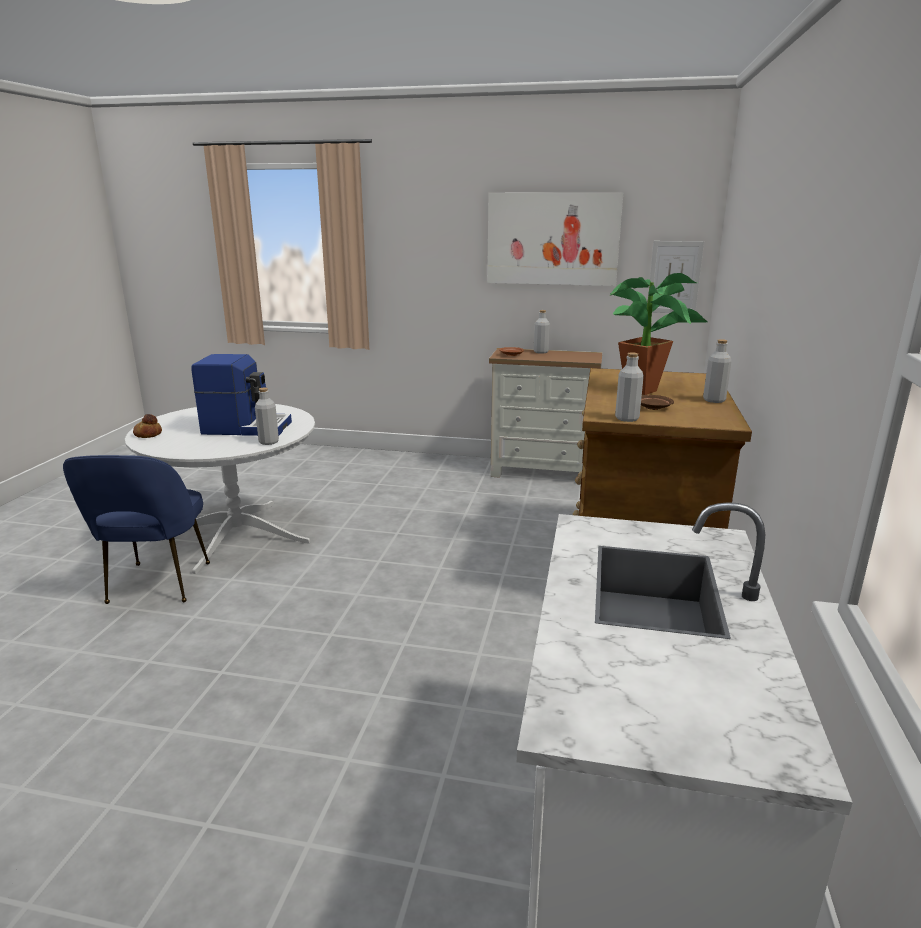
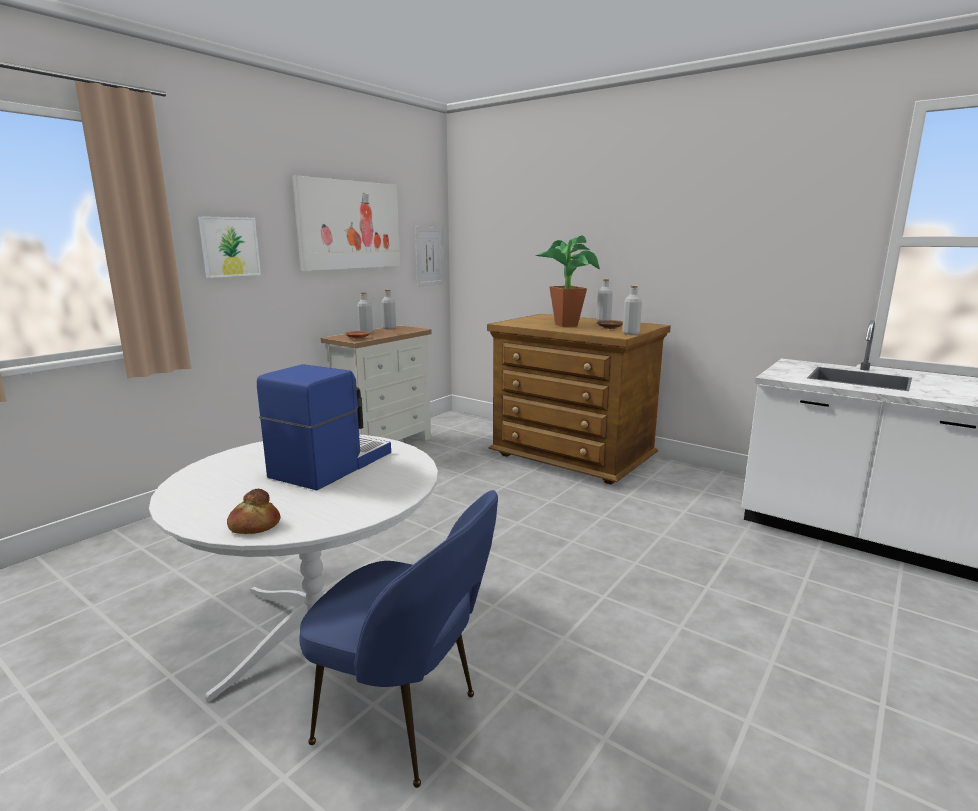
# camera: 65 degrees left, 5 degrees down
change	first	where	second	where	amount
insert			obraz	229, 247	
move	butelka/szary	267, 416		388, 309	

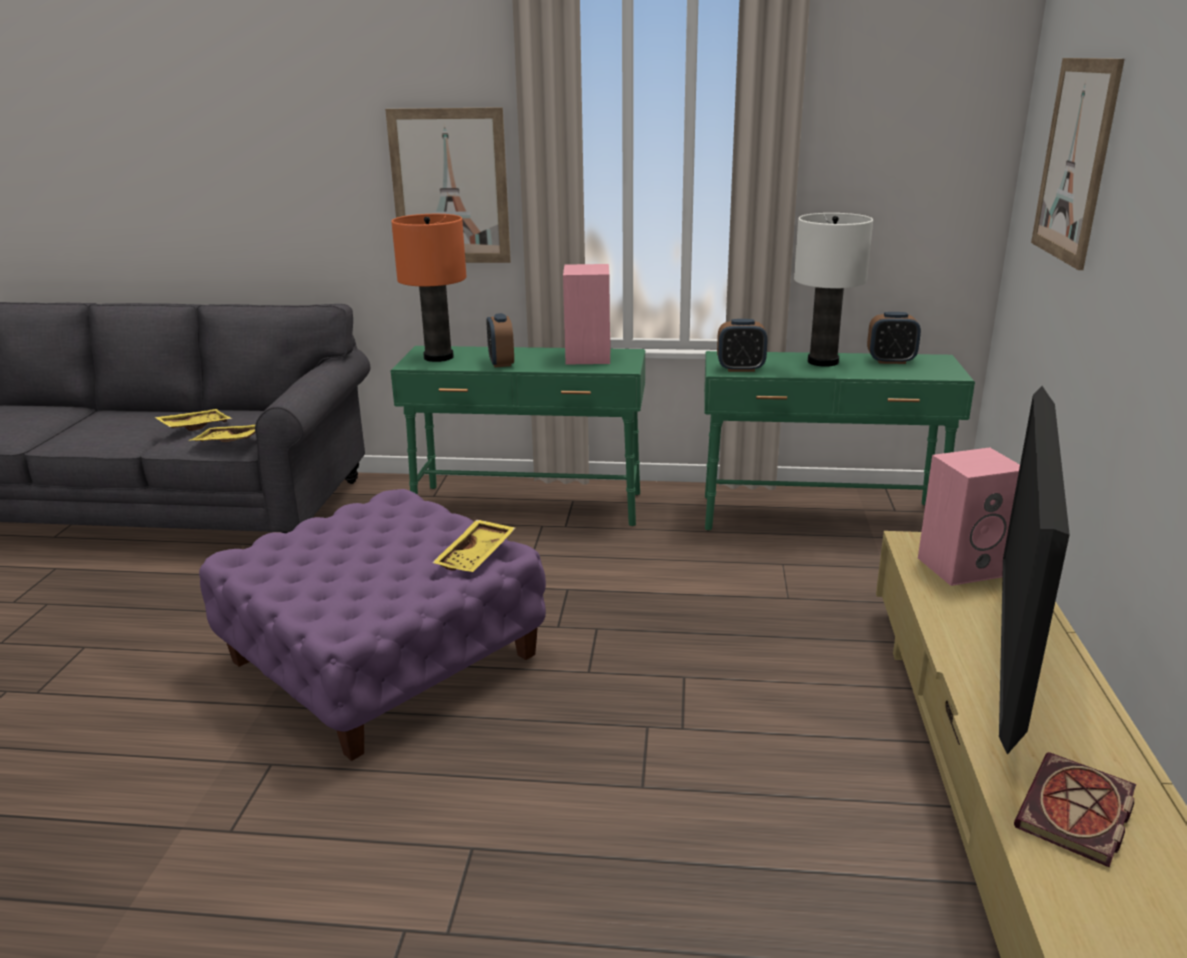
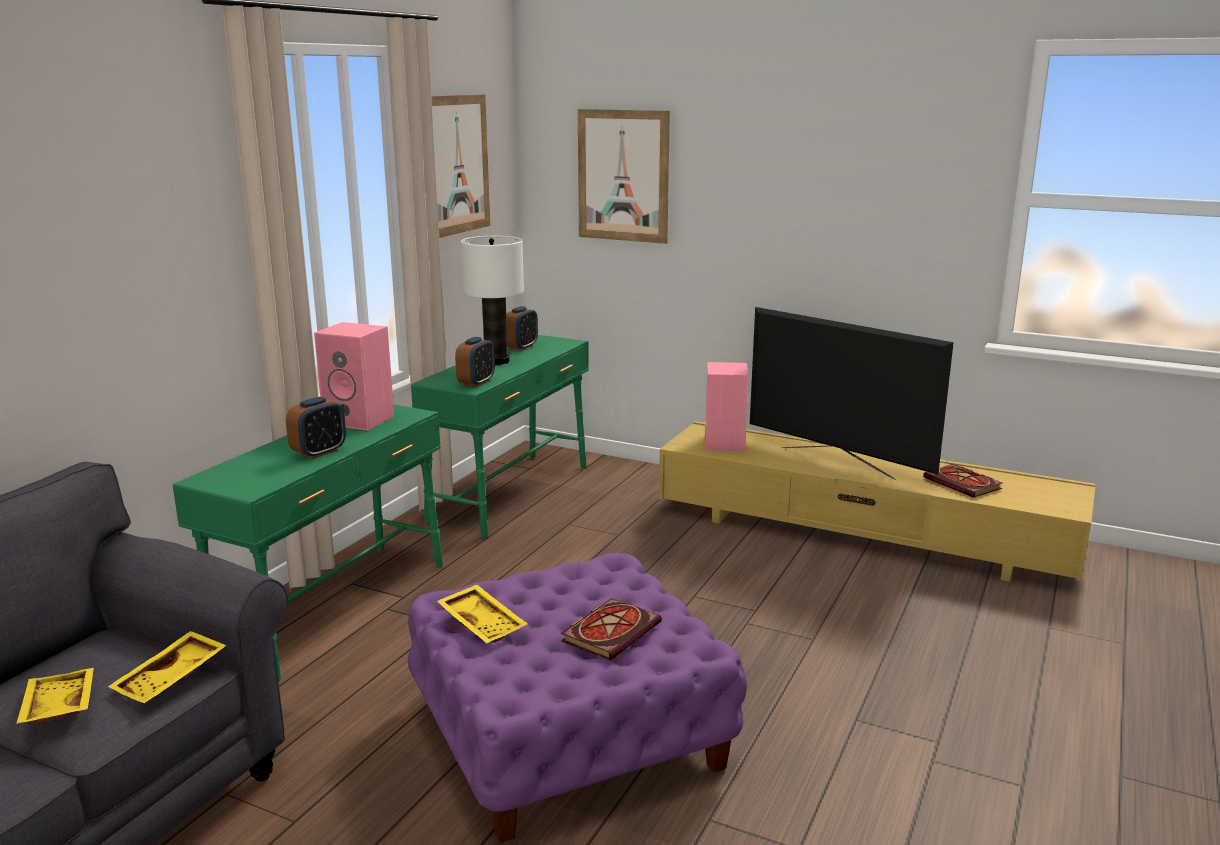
# camera: 70 degrees left, 5 degrees down
change	first	where	second	where	amount
delete	lampa stołowa/pomarańczowy	428, 288			
insert			książka	611, 629	
move	obraz	448, 185		461, 166	
move	taca/żółty	473, 546		482, 614	
rotate	budzik	500, 340		316, 428	60 degrees counterclockwise

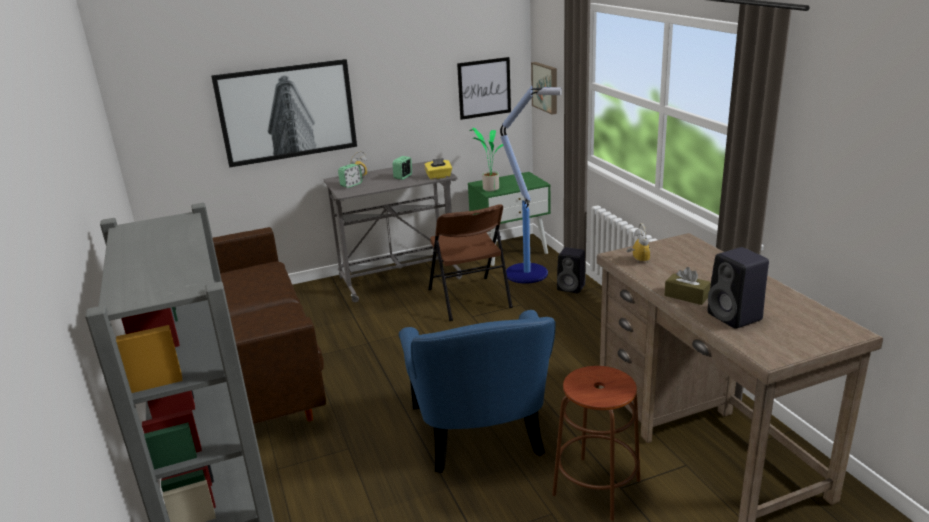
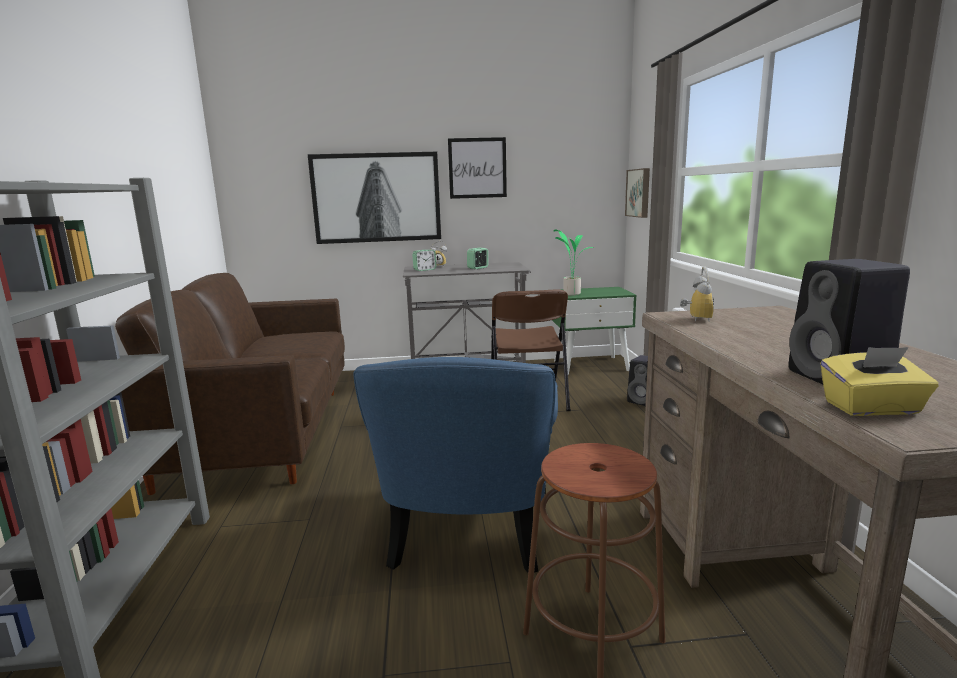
# camera: 15 degrees right, 10 degrees down
change	first	where	second	where	amount
delete	lampa stojąca	531, 185			
delete	pudełko chusteczek/brązowy	688, 286			
move	pudełko chusteczek/żółty	438, 169		879, 381	
move	obraz	484, 88		477, 168	

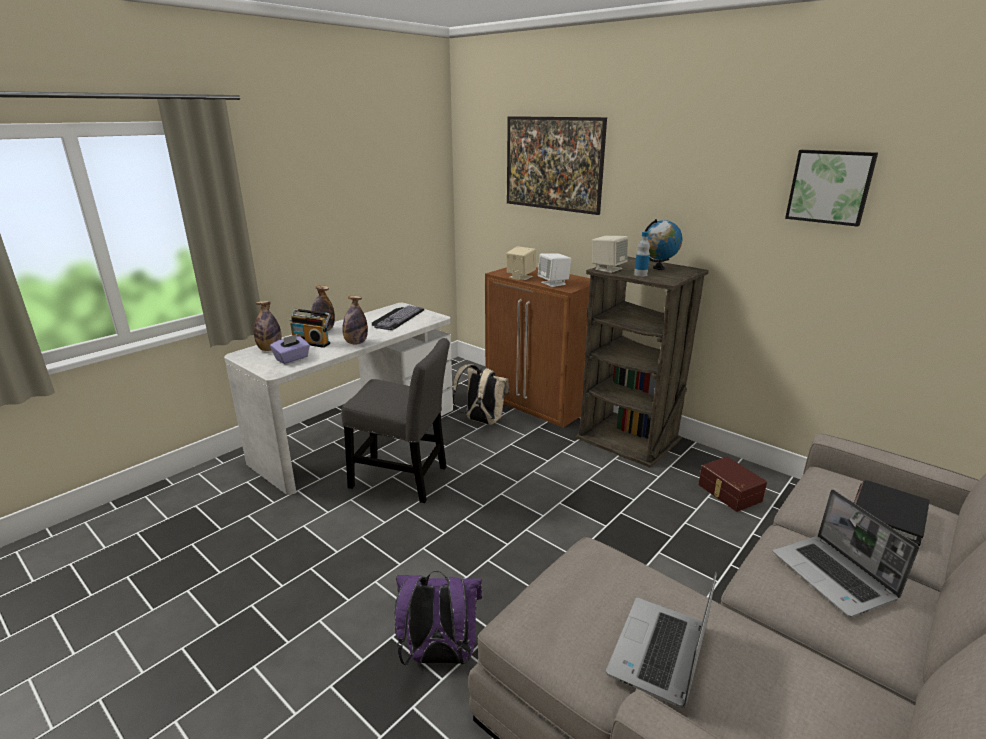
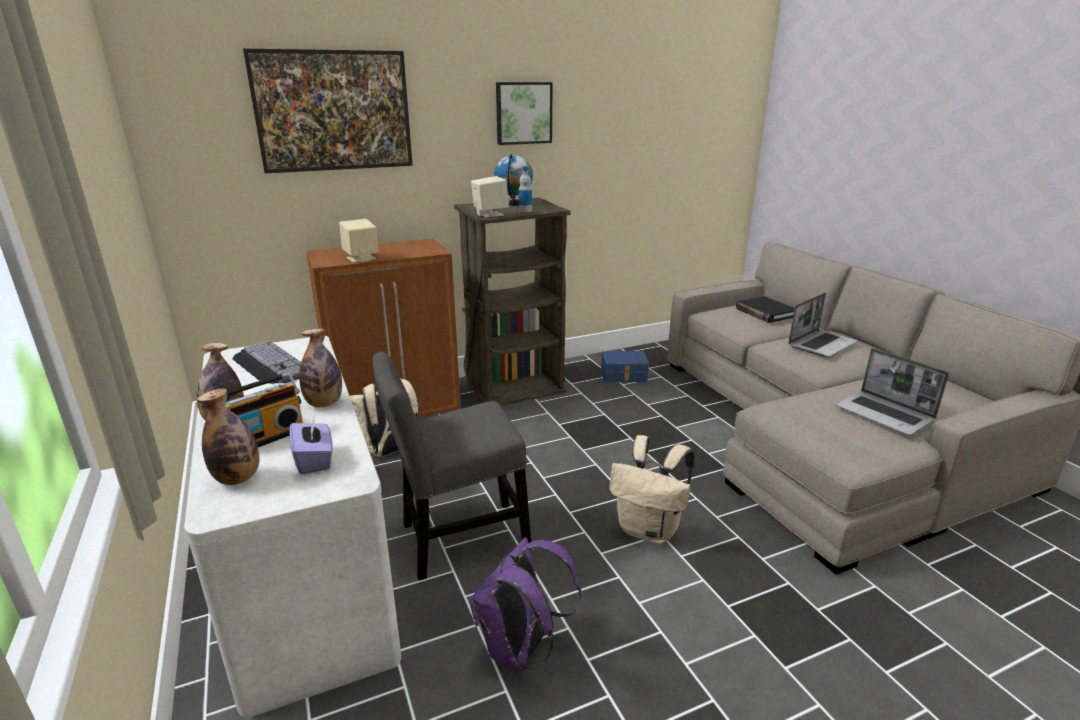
# camera: 65 degrees left, 0 degrees up
change	first	where	second	where	amount
delete	głośnik/biały	554, 270			
insert			plecak/beżowy	652, 489	
move	plecak/fioletowy	438, 618		525, 603	
move	obraz	831, 188		524, 113	
recolor	pojemnik do przechowywania/brązowy	732, 484	pojemnik do przechowywania/niebieski	625, 366	
rotate	krzesło/szary	395, 420		452, 466	150 degrees counterclockwise
rotate	laptop	846, 553		823, 325	45 degrees counterclockwise

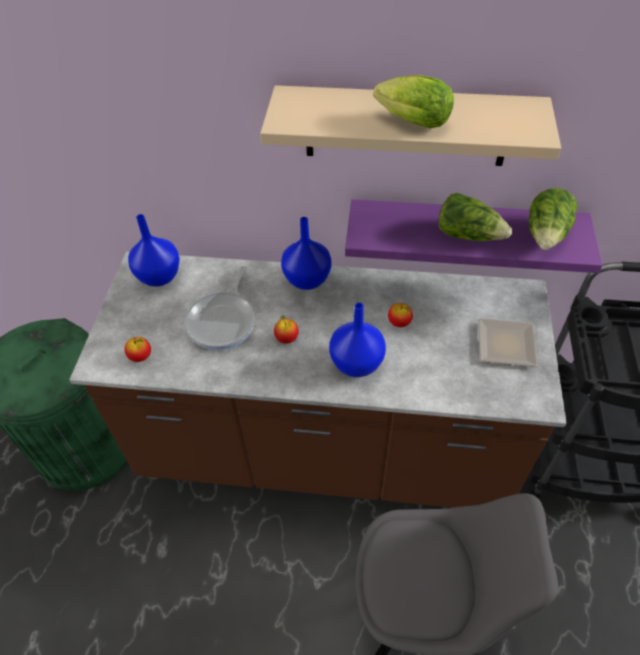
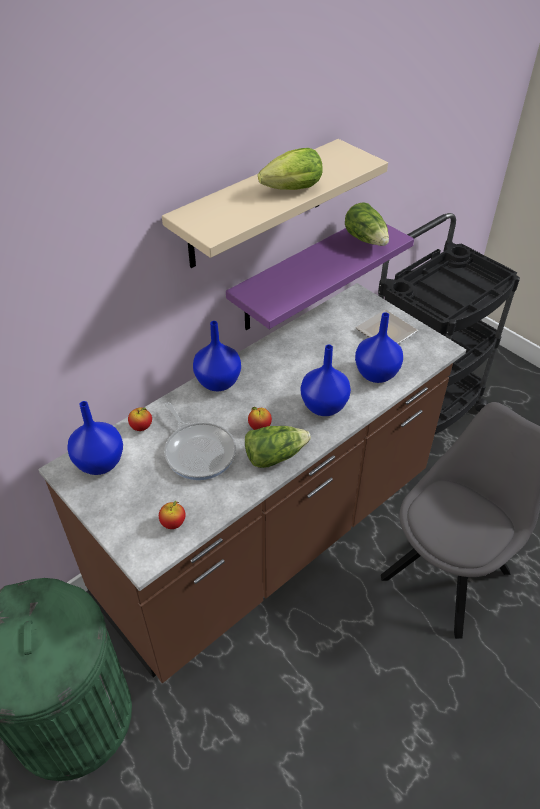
# camera: 50 degrees left, 5 degrees down
change	first	where	second	where	amount
insert			wazon/niebieski	379, 347	
move	jabłko	400, 315		140, 419	
move	sałata	475, 216		278, 447	

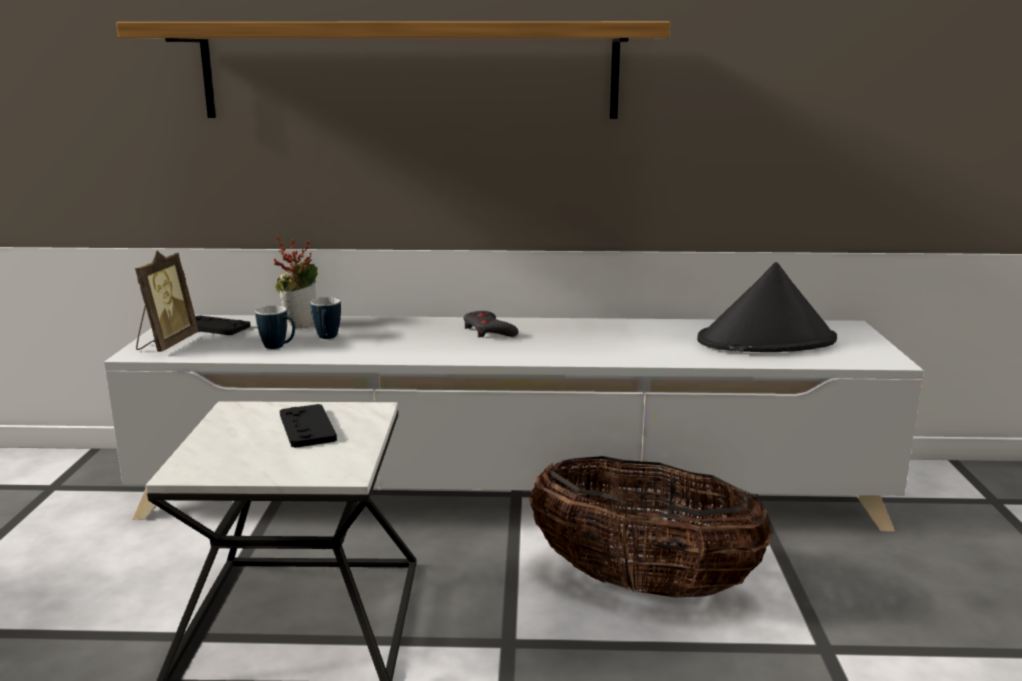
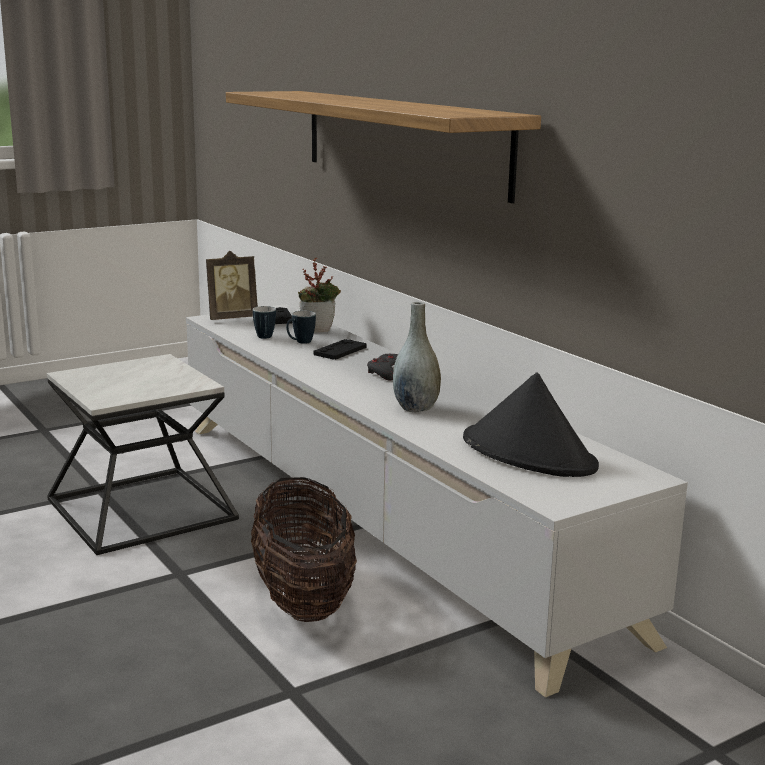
# camera: 55 degrees right, 0 degrees up
change	first	where	second	where	amount
insert			wazon/szary	417, 357	
move	pad do gier/czarny	308, 426		340, 349	

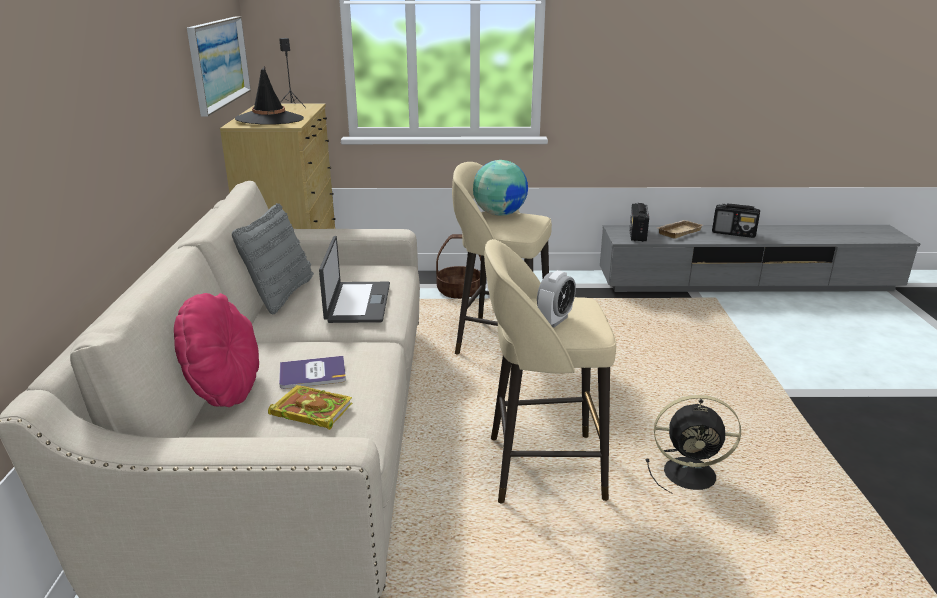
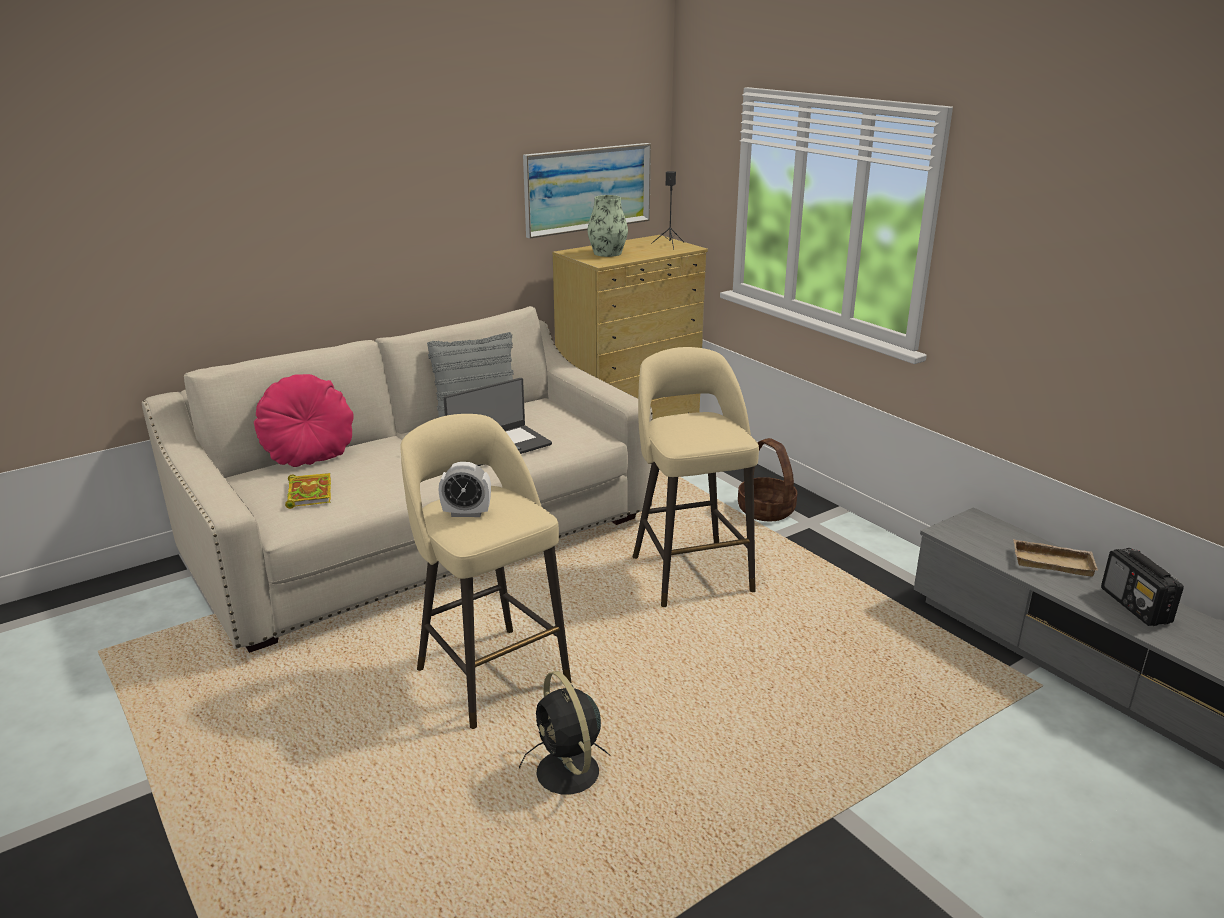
# camera: 55 degrees right, 0 degrees up
change	first	where	second	where	amount
delete	książka	312, 372			
delete	globus	500, 188			
delete	radio	639, 222			
replace	kapelusz/czarny	269, 95	wazon	607, 226	

